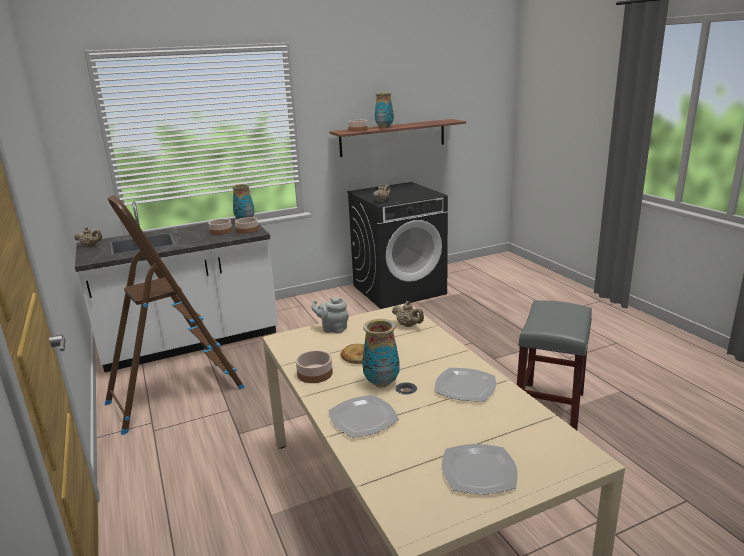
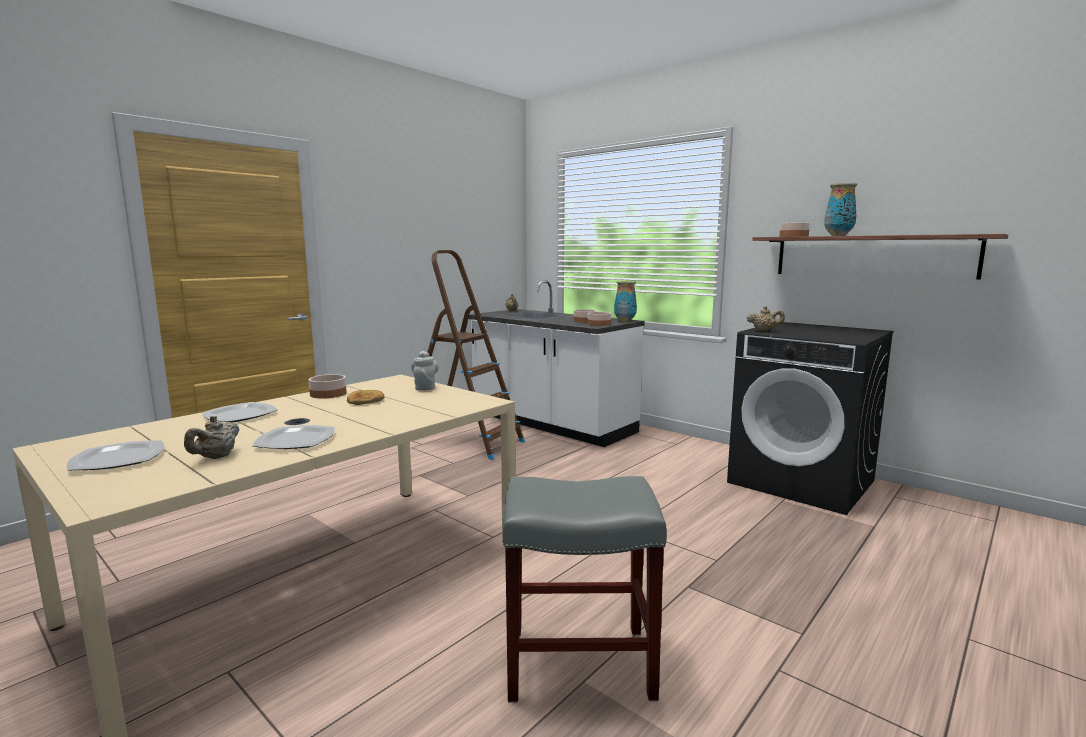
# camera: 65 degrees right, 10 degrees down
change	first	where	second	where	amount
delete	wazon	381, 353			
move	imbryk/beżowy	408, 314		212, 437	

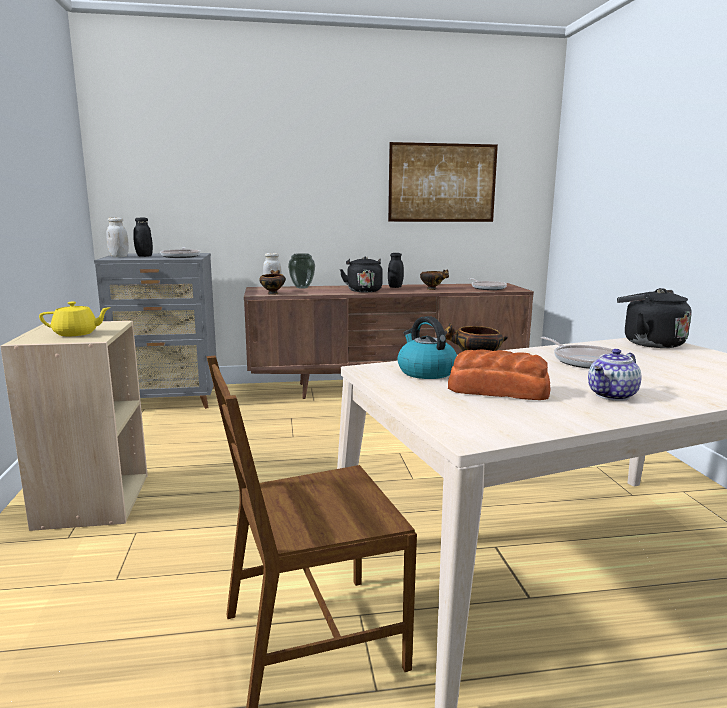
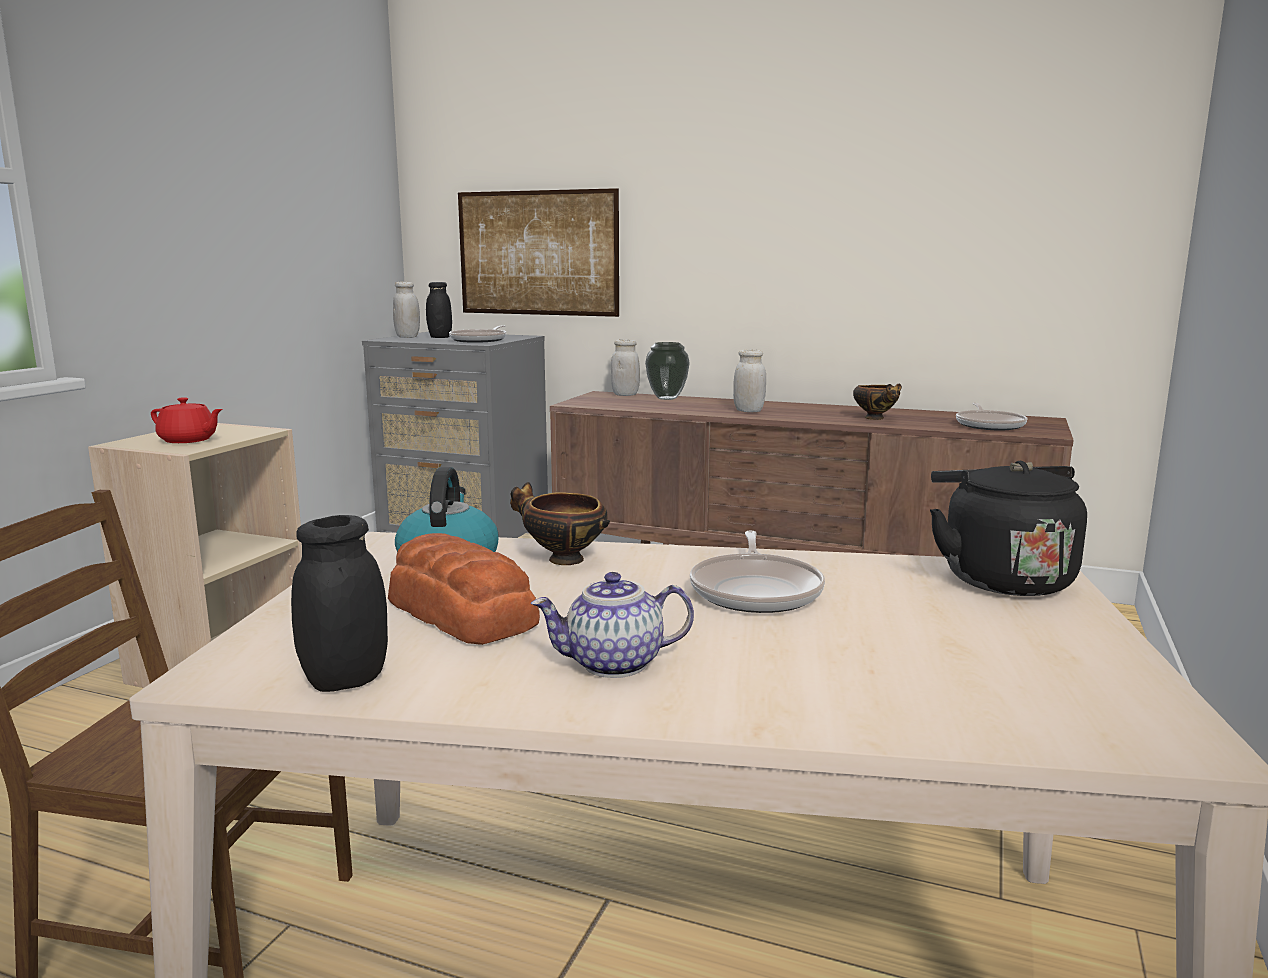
# camera: 30 degrees right, 0 degrees up
change	first	where	second	where	amount
delete	miska	272, 282			
move	obraz	443, 182		538, 252	
move	słoik/czarny	396, 270		339, 603	
replace	czajnik/czarny	361, 274	słoik/biały	749, 380	
recolor	imbryk/żółty	74, 318	imbryk/czerwony	187, 420	

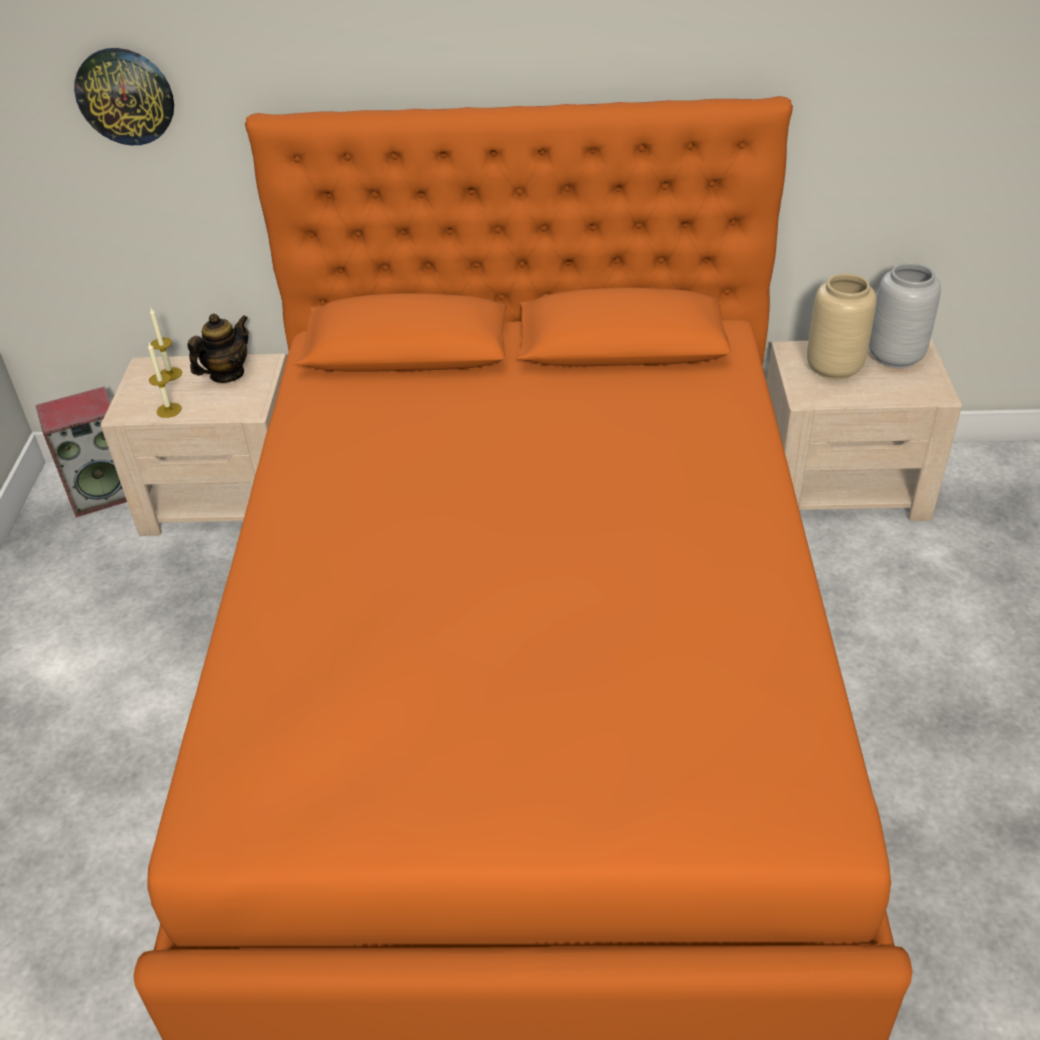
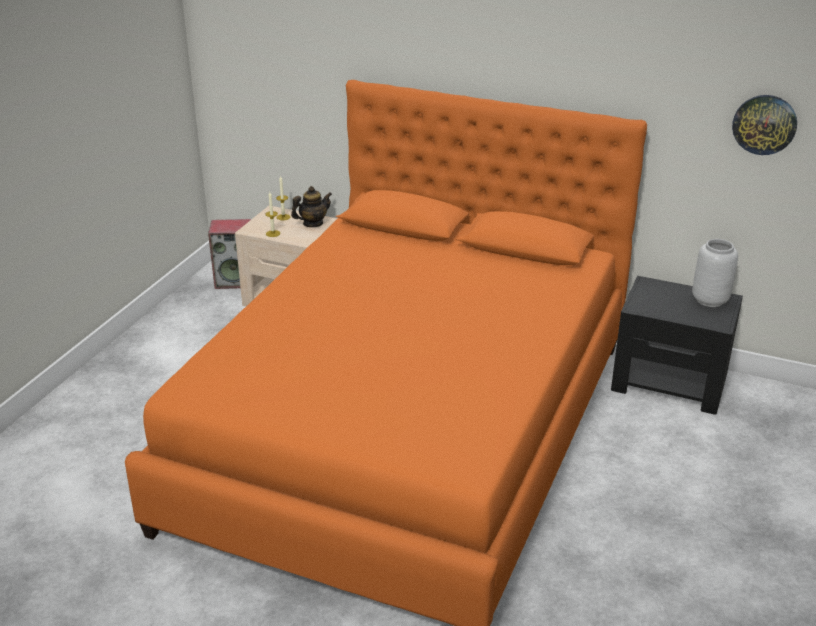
# camera: 20 degrees right, 10 degrees down
change	first	where	second	where	amount
delete	wazon/beżowy	842, 327			
move	zegar ścienny	124, 96		764, 125	
recolor	szafka nocna/beżowy	864, 429	szafka nocna/czarny	677, 345	

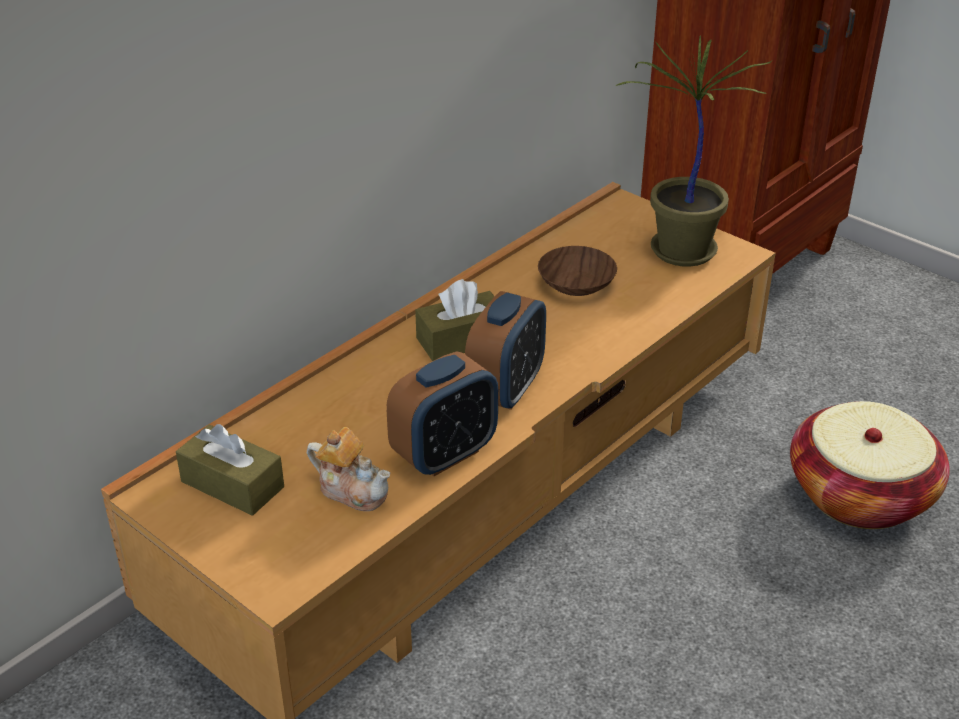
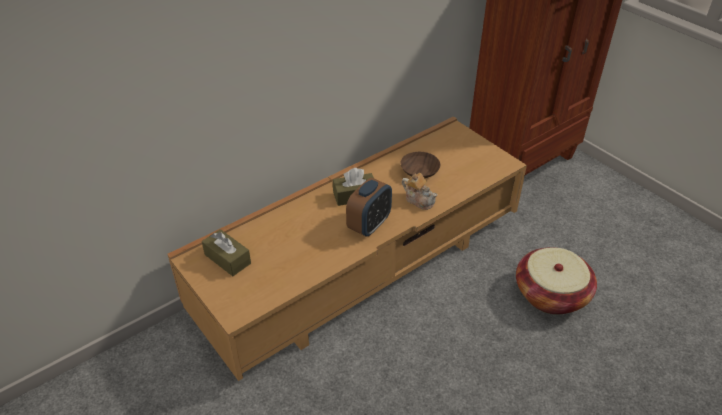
# camera: 10 degrees right, 5 degrees up
change	first	where	second	where	amount
delete	budzik	442, 413			
delete	roślina doniczkowa	694, 151			
move	imbryk	349, 469		420, 191	

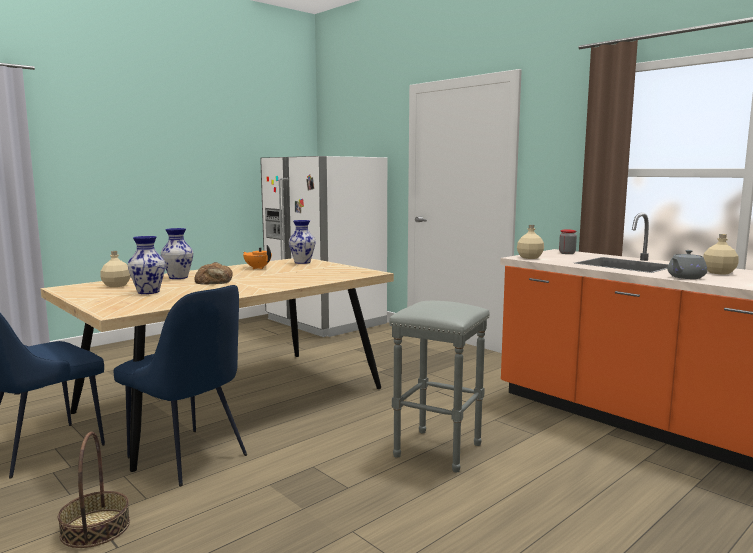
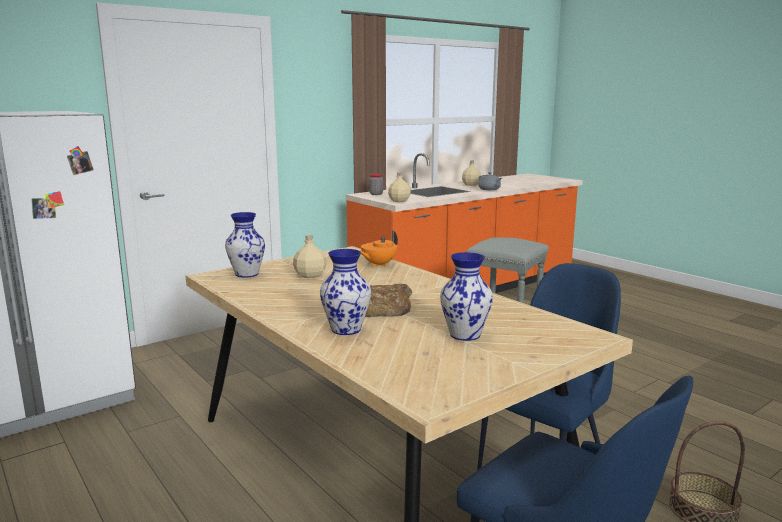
# camera: 85 degrees left, 5 degrees up
change	first	where	second	where	amount
move	butelka/beżowy	115, 269		310, 256	
move	imbryk/pomarańczowy	257, 257		379, 248	

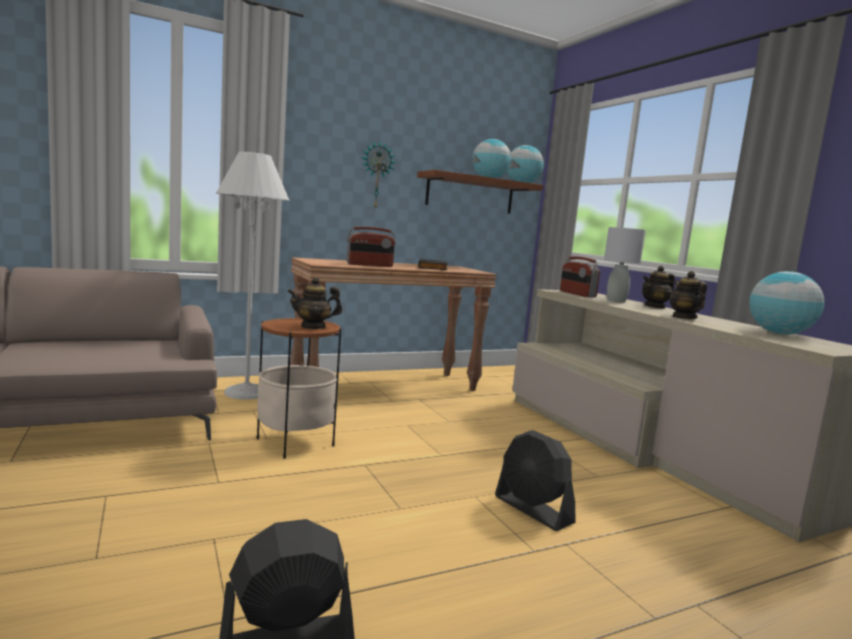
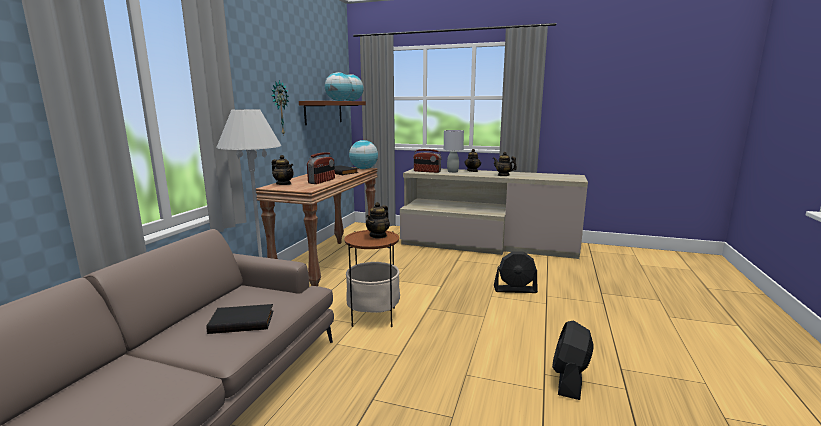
# camera: 45 degrees left, 5 degrees up
change	first	where	second	where	amount
insert			książka/czarny	239, 319	
insert			imbryk	283, 170	
move	globus	787, 302		363, 154	

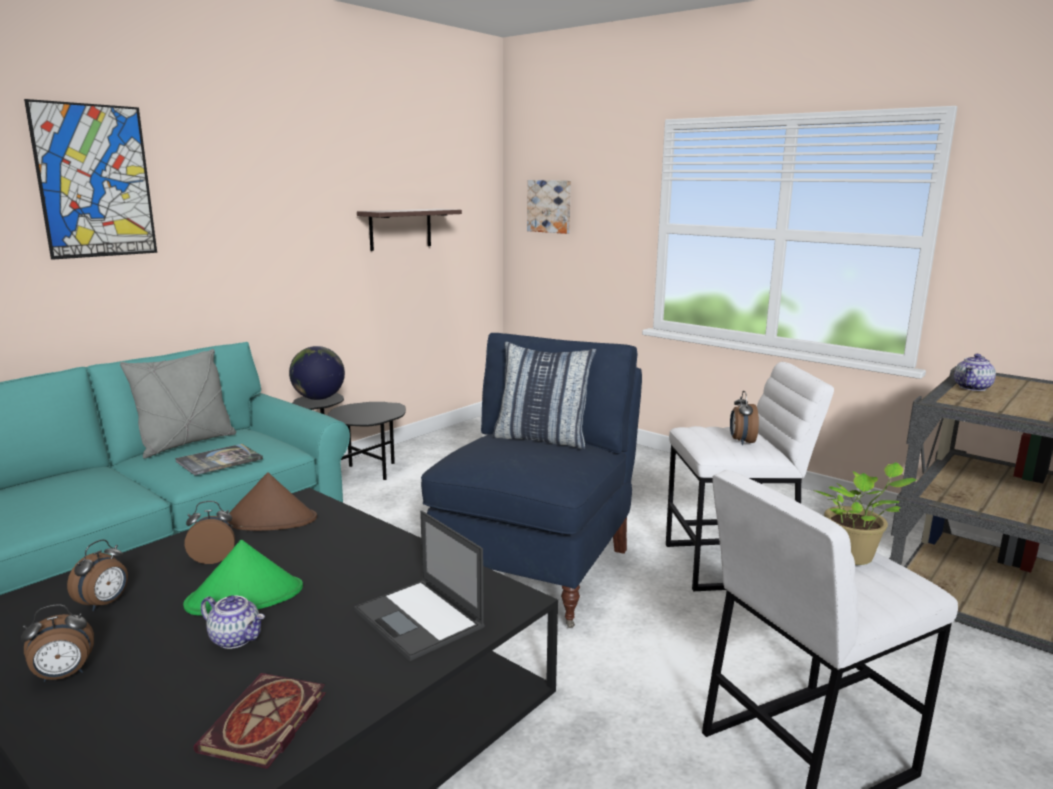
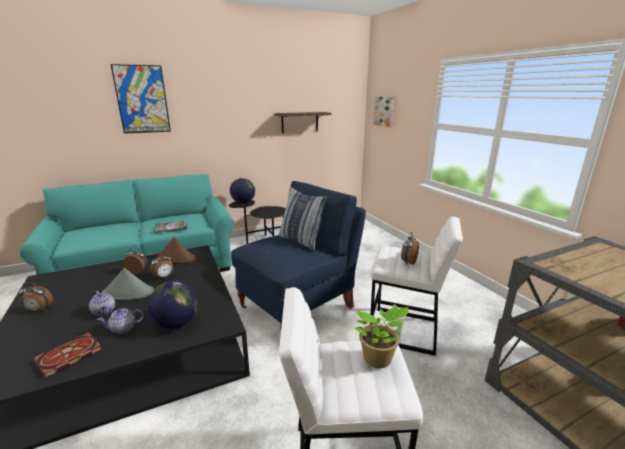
# camera: 25 degrees right, 5 degrees up
change	first	where	second	where	amount
delete	poduszka/szary	178, 403			
move	budzik	97, 575		161, 265	
move	imbryk	975, 372		120, 321	
replace	laptop	419, 586	globus	173, 305	
recolor	kapelusz/zielony	243, 578	kapelusz/szary	128, 284	

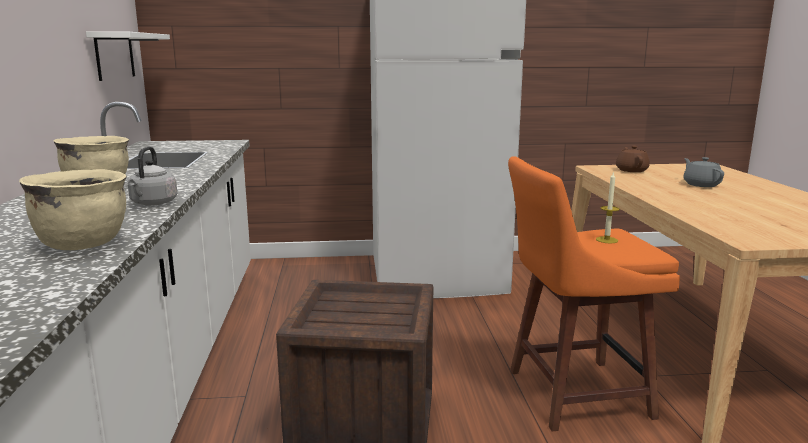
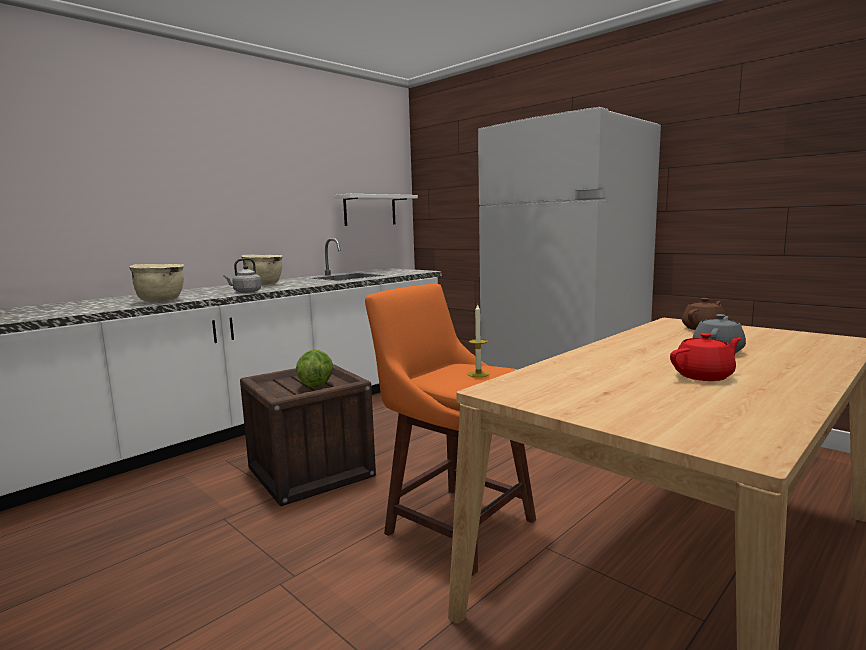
# camera: 50 degrees right, 5 degrees down
change	first	where	second	where	amount
insert			sałata	314, 368	
insert			imbryk/czerwony	706, 357	

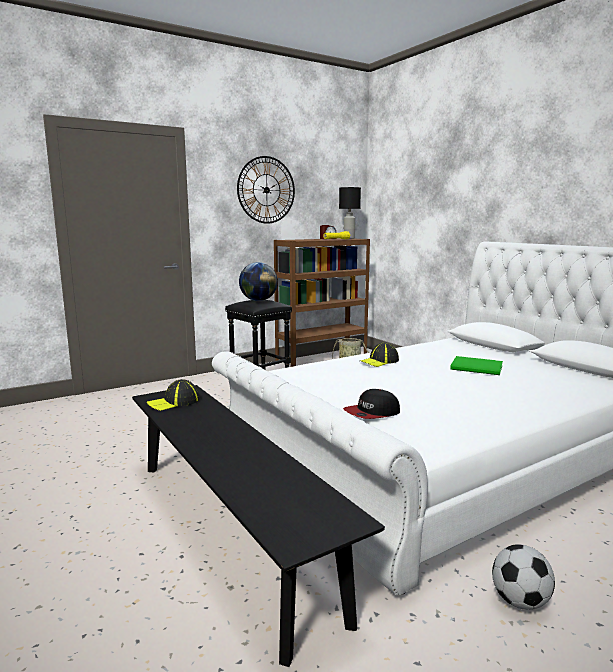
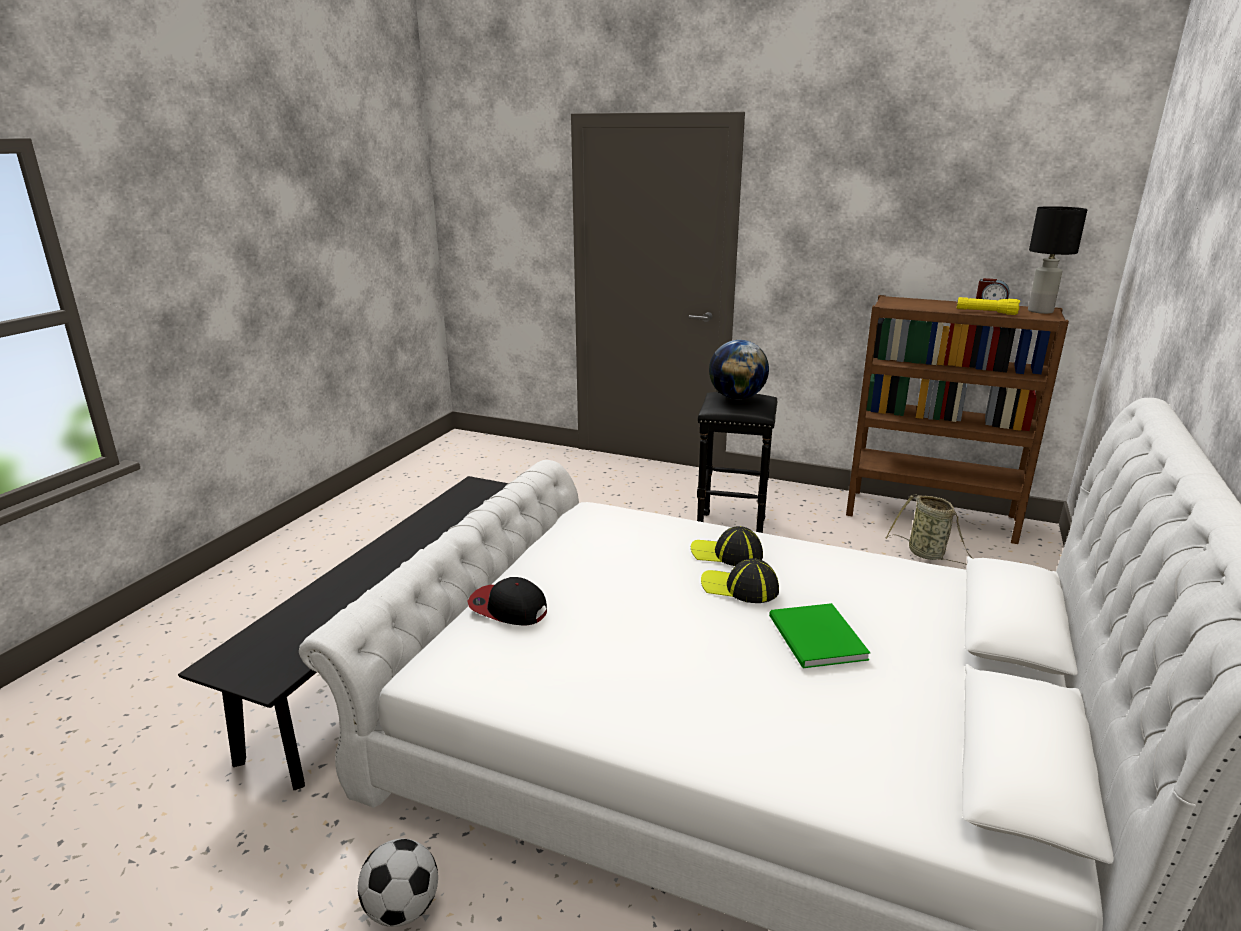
# camera: 55 degrees right, 10 degrees up
change	first	where	second	where	amount
delete	zegar ścienny	266, 190			
move	czapka z daszkiem	173, 395		740, 580	

